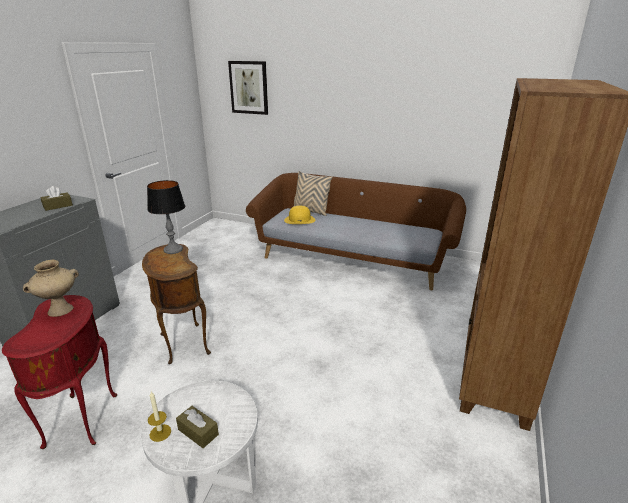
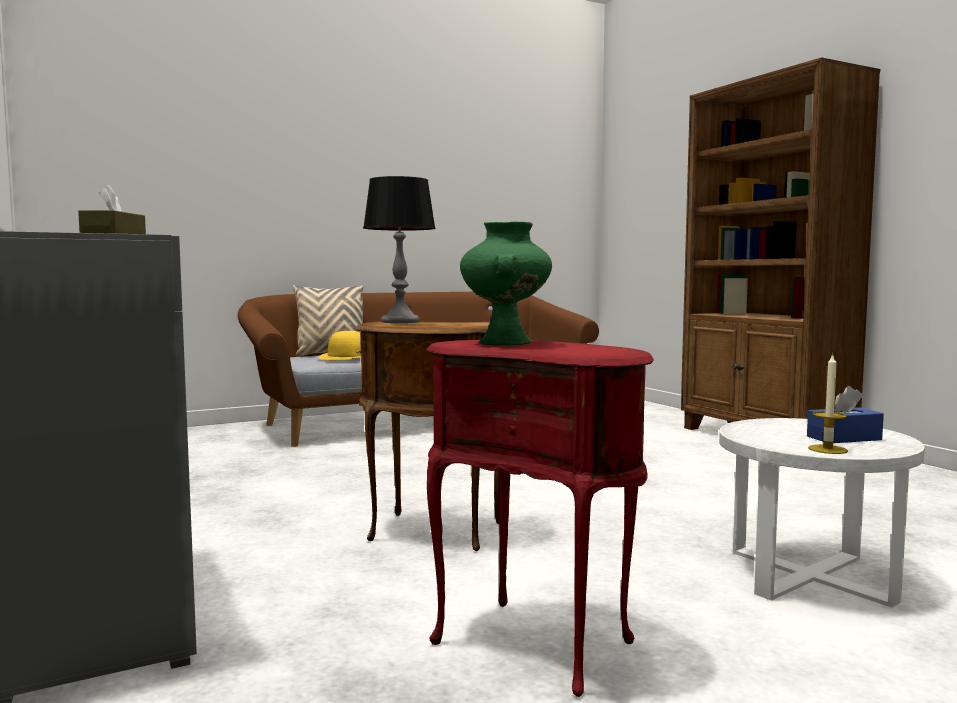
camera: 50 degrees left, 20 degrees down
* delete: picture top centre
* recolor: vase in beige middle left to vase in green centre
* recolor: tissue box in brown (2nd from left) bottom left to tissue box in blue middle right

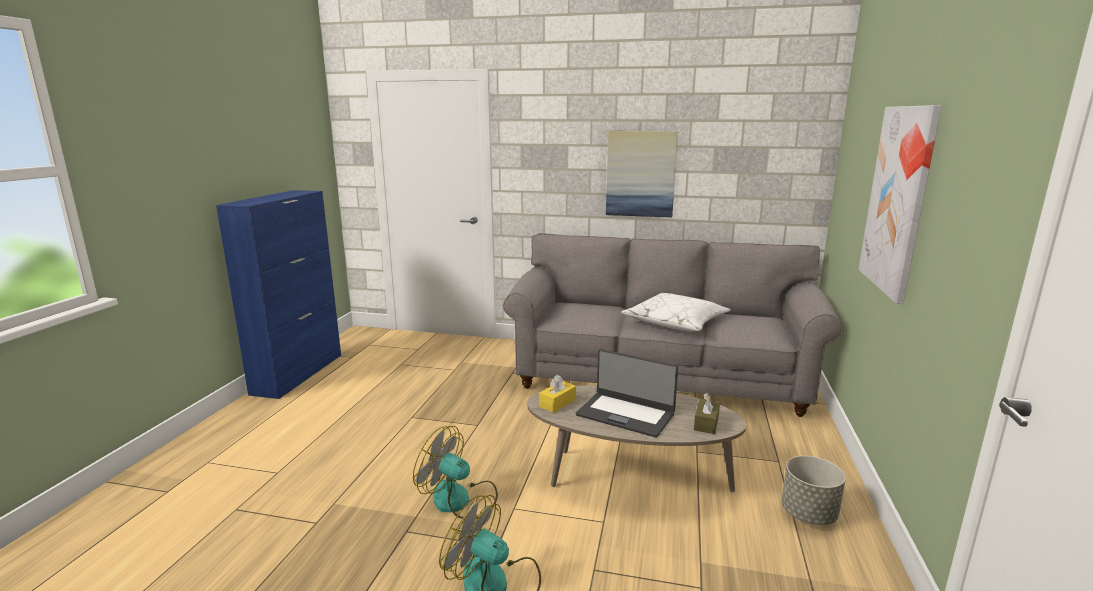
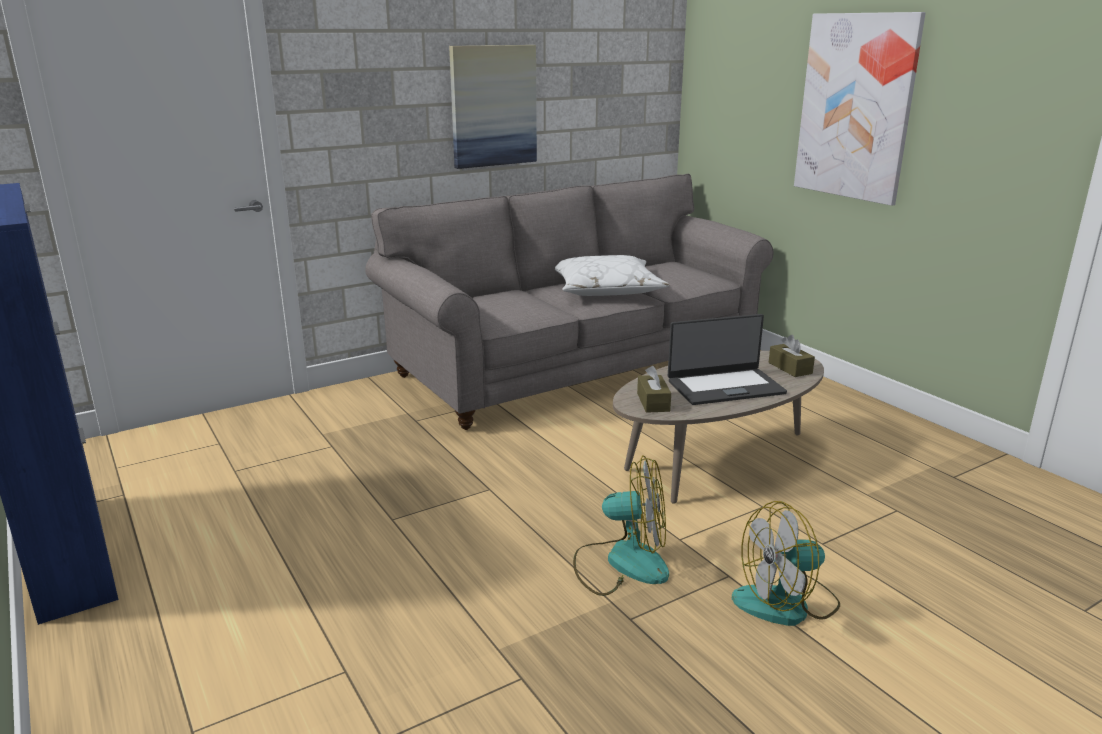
camera: 45 degrees left, 5 degrees up
* delete: planter in grey bottom right
* recolor: tissue box in yellow centre to tissue box in brown (1st from left) centre
* rotate: fan (1st from left) bottom centre = bottom centre 150 degrees counterclockwise

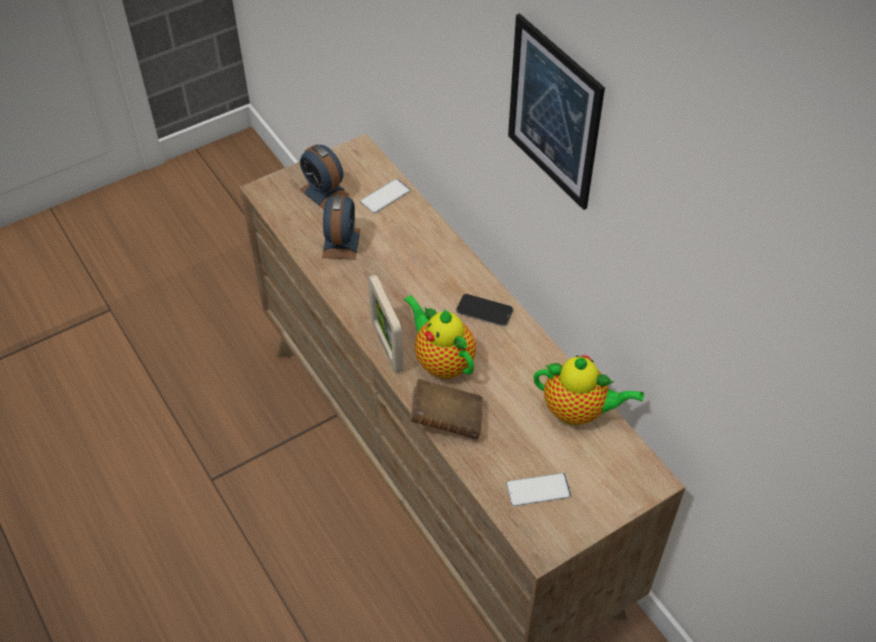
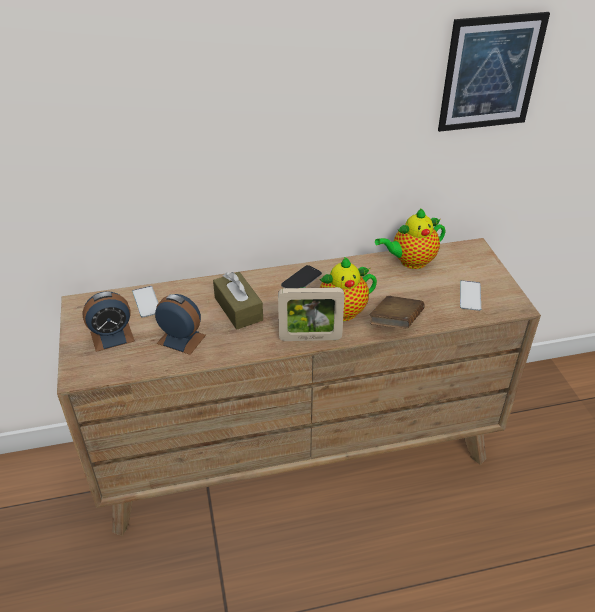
camera: 70 degrees left, 10 degrees down
* insert: tissue box in brown centre
* move: picture top centre to top right
* rotate: teapot (2nd from left) middle right = middle right 150 degrees counterclockwise

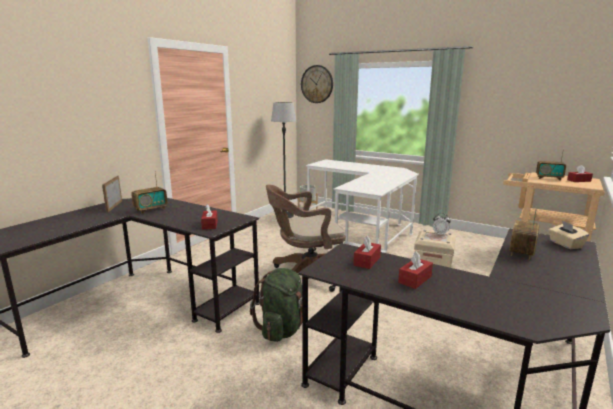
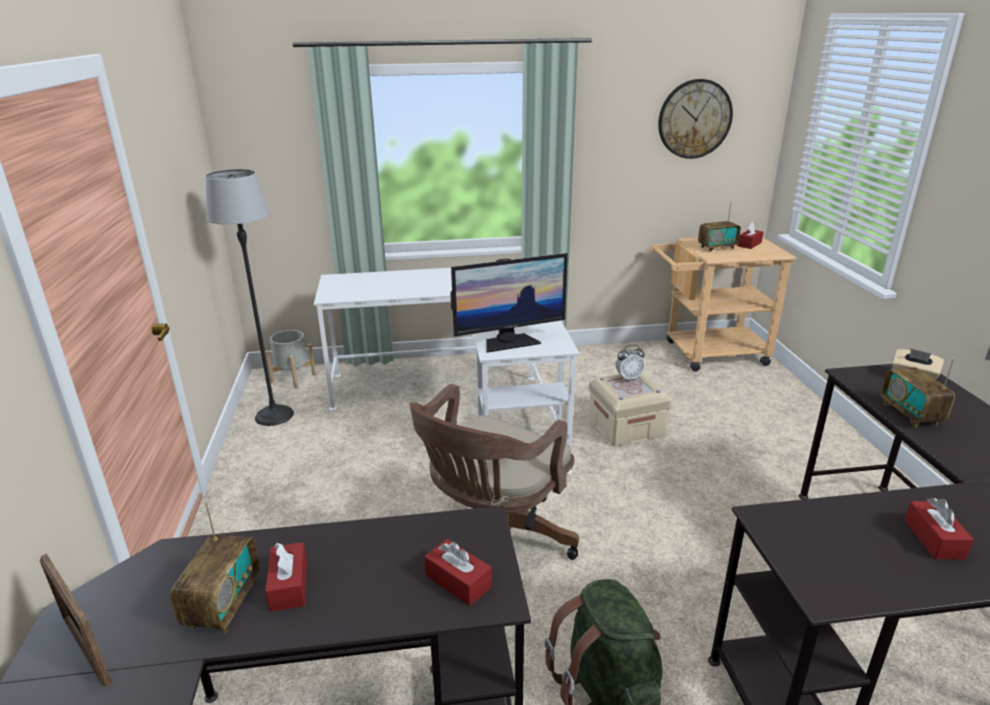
camera: 40 degrees left, 10 degrees up
* insert: monitor centre
* move: wall clock top centre to top right
* move: tissue box in red (2nd from left in the first image) centre to tissue box in red (1st from left) bottom left

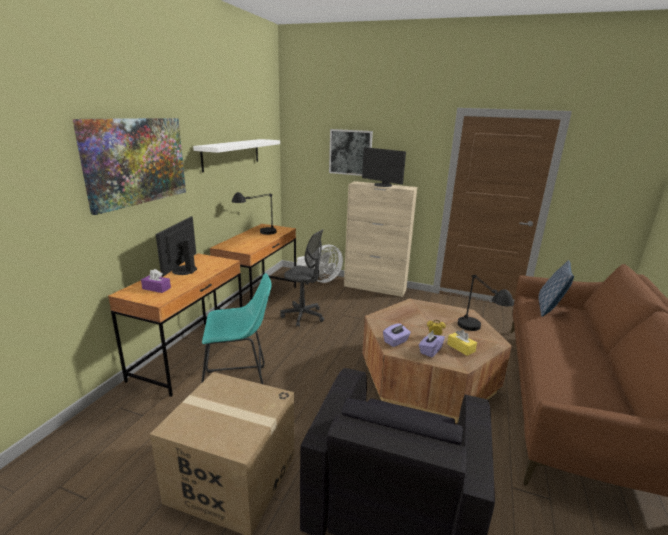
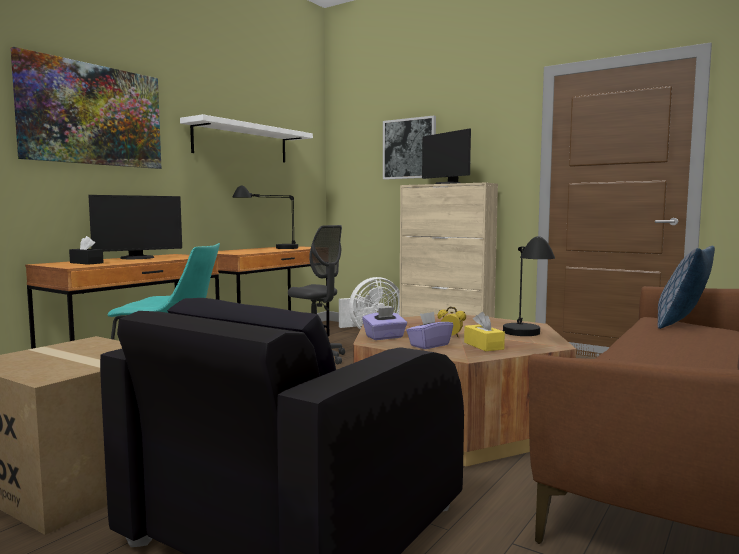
camera: 15 degrees right, 15 degrees down
* recolor: tissue box in purple (1st from left) middle left to tissue box in black middle left
* rotate: monitor (1st from left) middle left = middle left 150 degrees counterclockwise

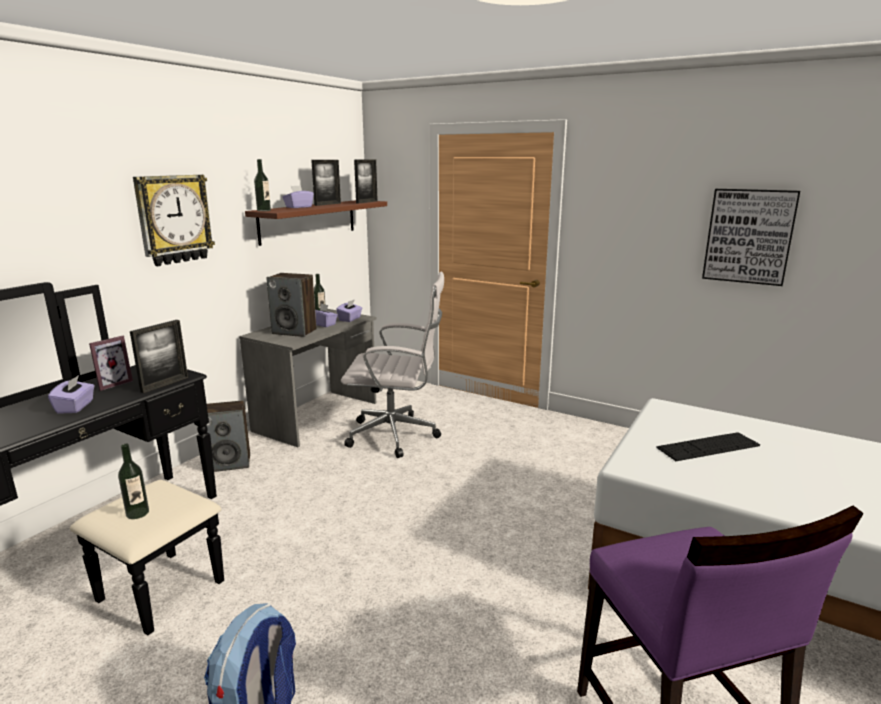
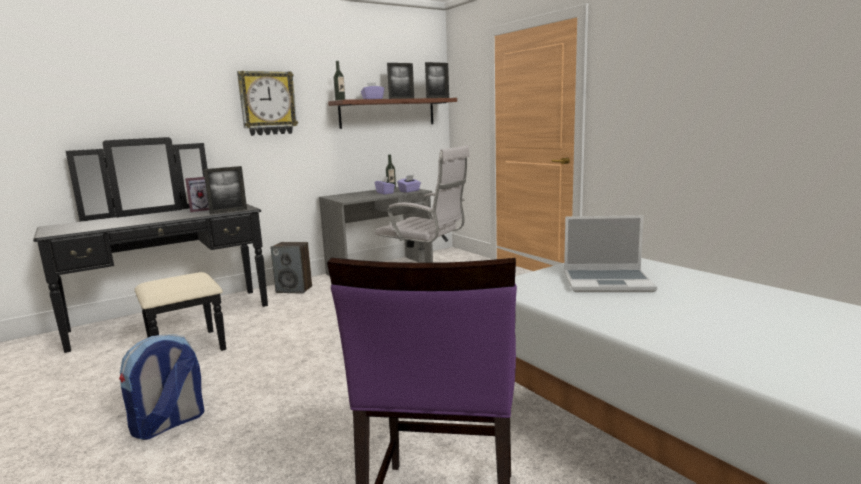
camera: 25 degrees right, 5 degrees down
* delete: tissue box in purple (1st from left) middle left
* delete: bottle (1st from left) bottom left
* delete: speaker (2nd from left) middle left
* delete: picture middle right
* replace: keyboard middle right to laptop middle right

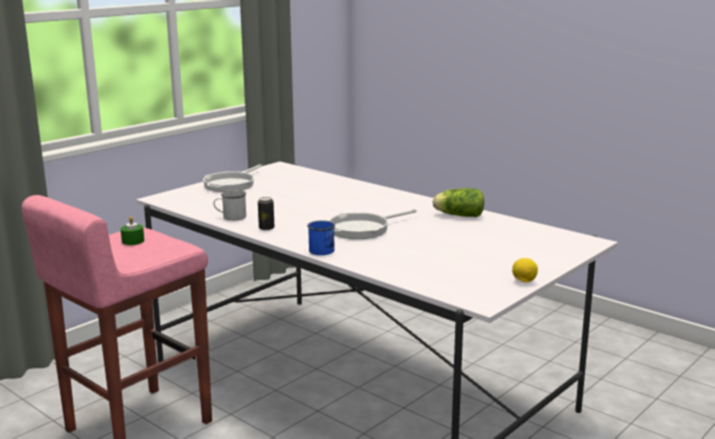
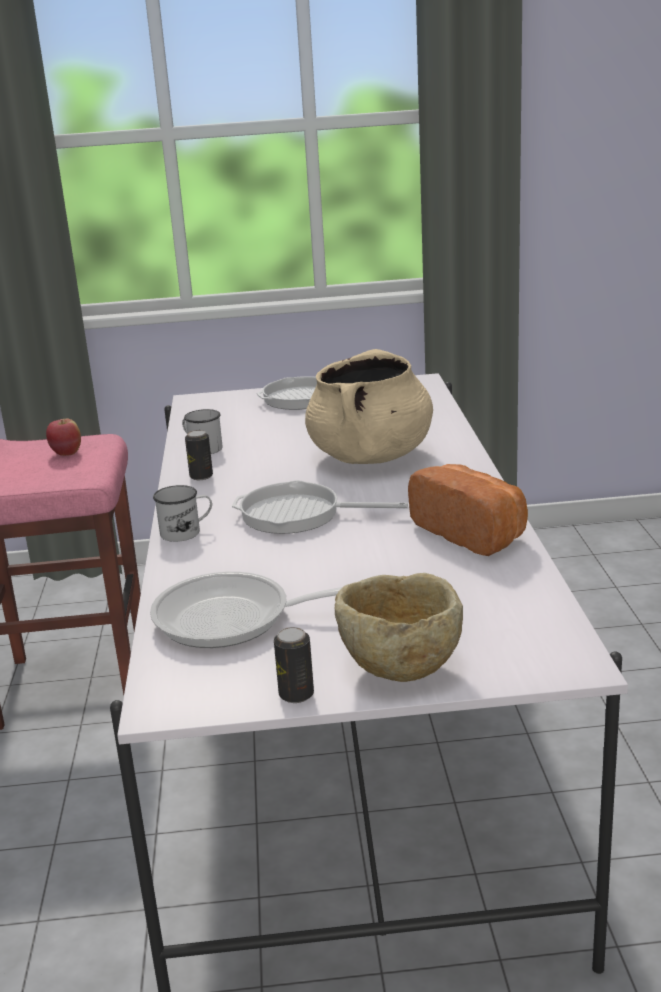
camera: 45 degrees right, 5 degrees up
* insert: frying pan (1st from left) centre
* insert: cooking pot in beige centre
* insert: bowl in beige centre
* replace: candle in green middle left to apple middle left
* replace: lettuce centre to bread middle right
* replace: lemon middle right to can (2nd from left) bottom centre
* recolor: mug in blue centre to mug in white (1st from left) middle left

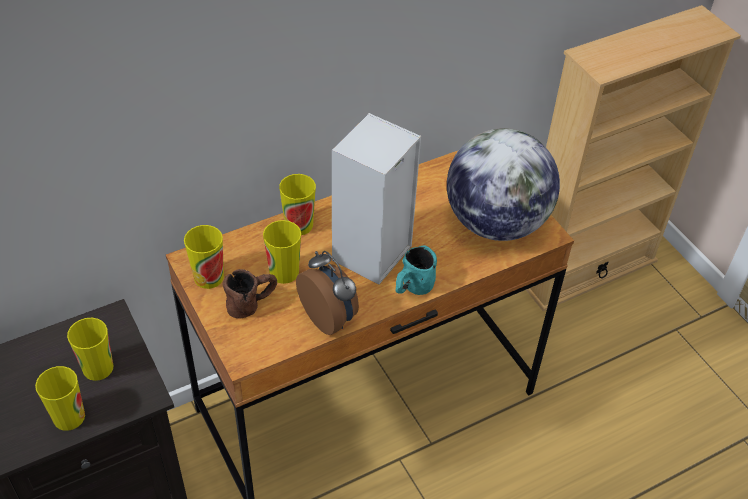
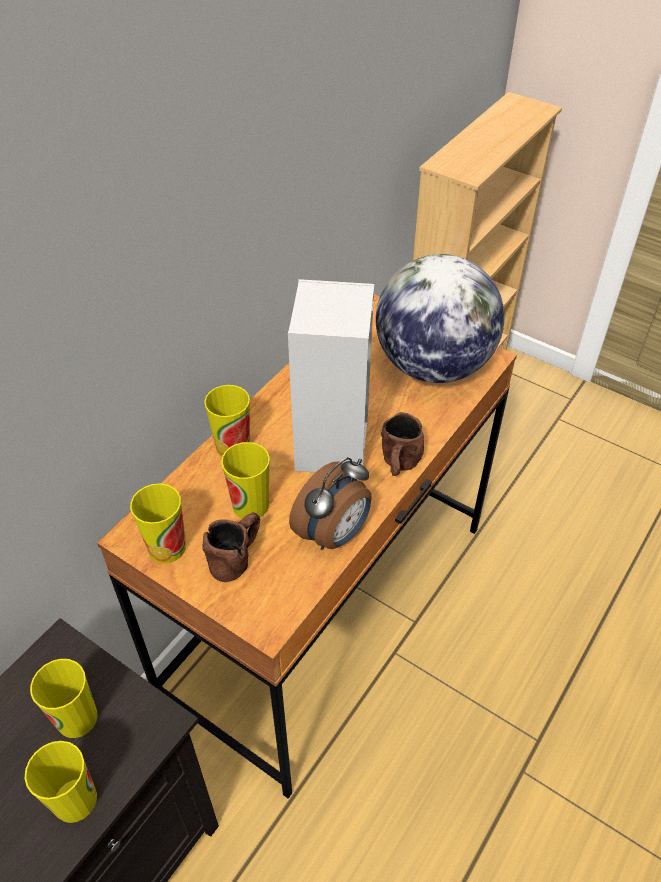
camera: 25 degrees left, 0 degrees up
* recolor: mug in turquoise centre to mug in brown (2nd from left) centre
* rotate: alarm clock centre = centre 105 degrees clockwise

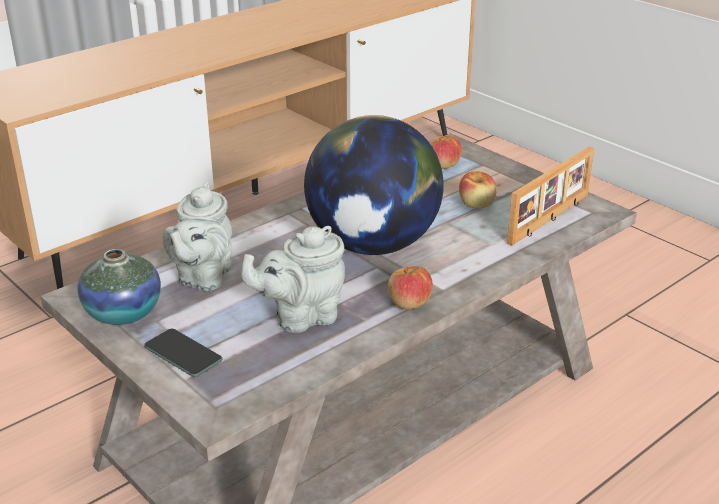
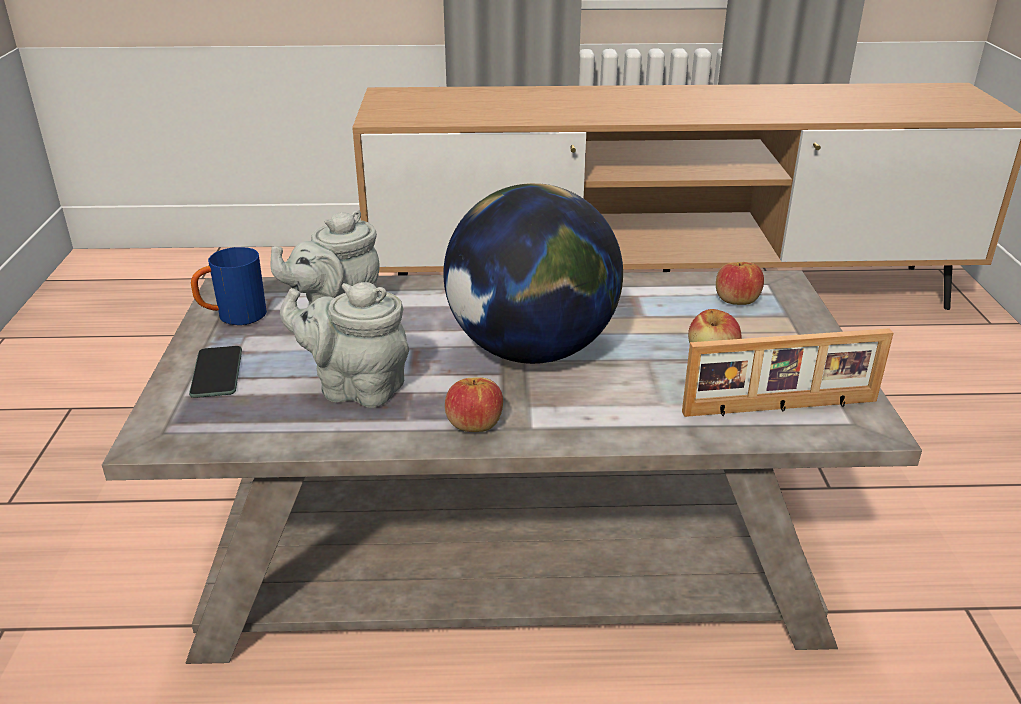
camera: 40 degrees right, 0 degrees up
* replace: vase middle left to mug in blue middle left

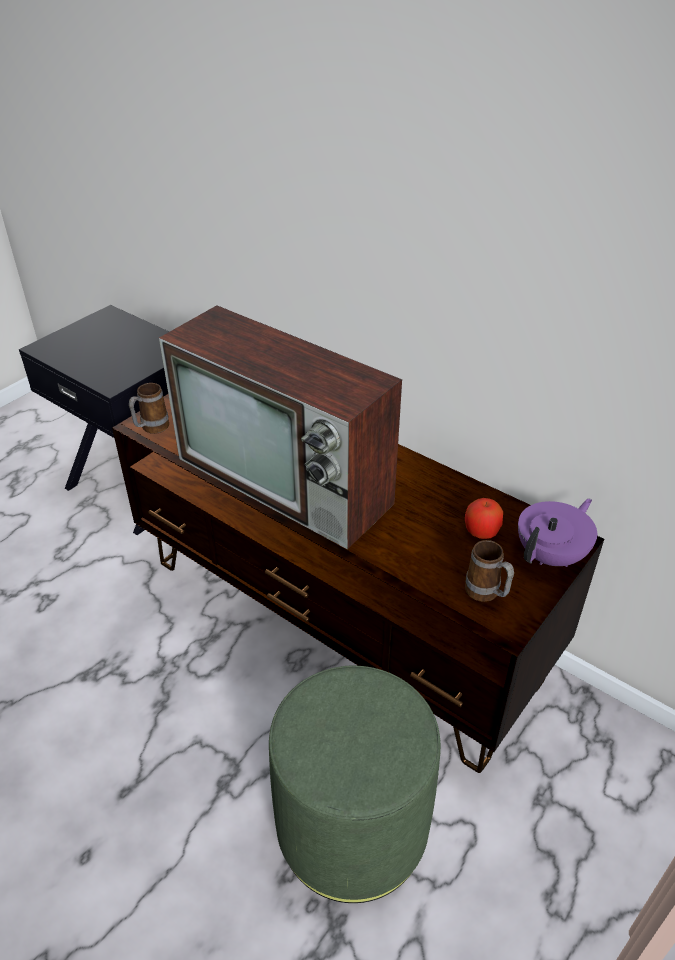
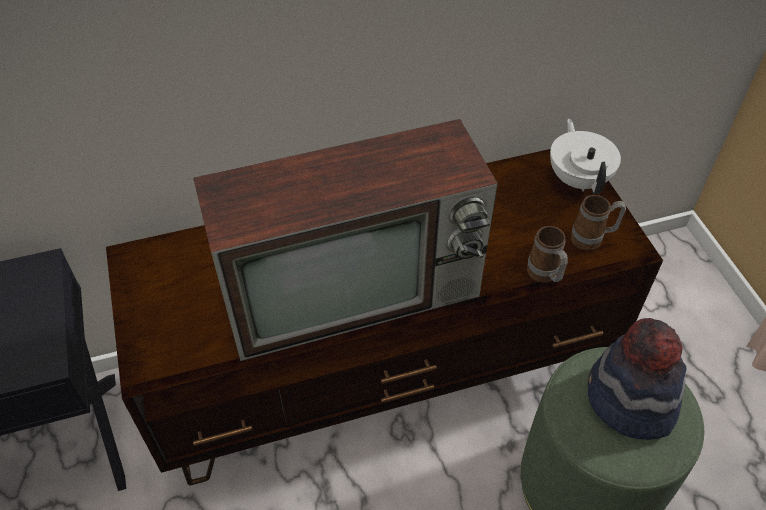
camera: 55 degrees left, 10 degrees up
* delete: apple middle right
* insert: hat bottom right
* move: mug (1st from left) middle left to middle right
* recolor: teapot in purple middle right to teapot in white top right

